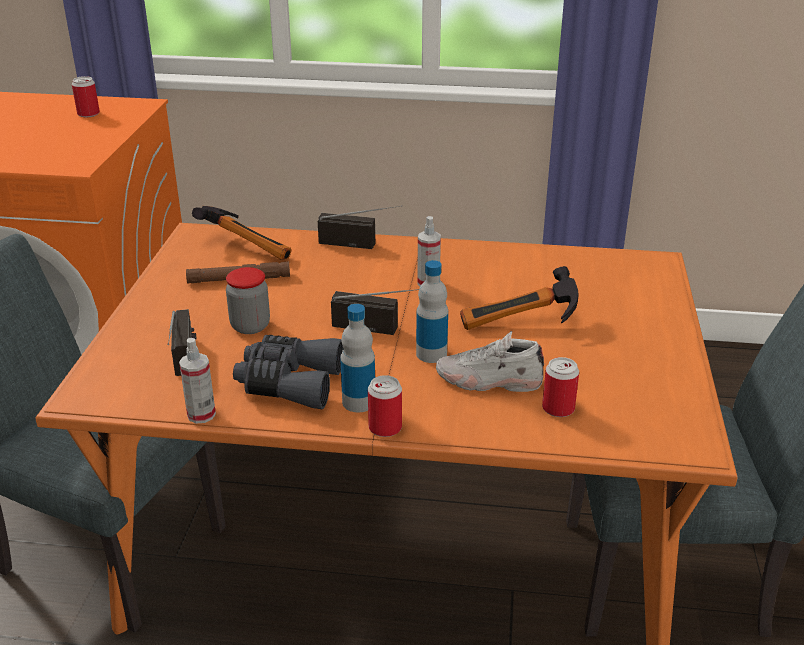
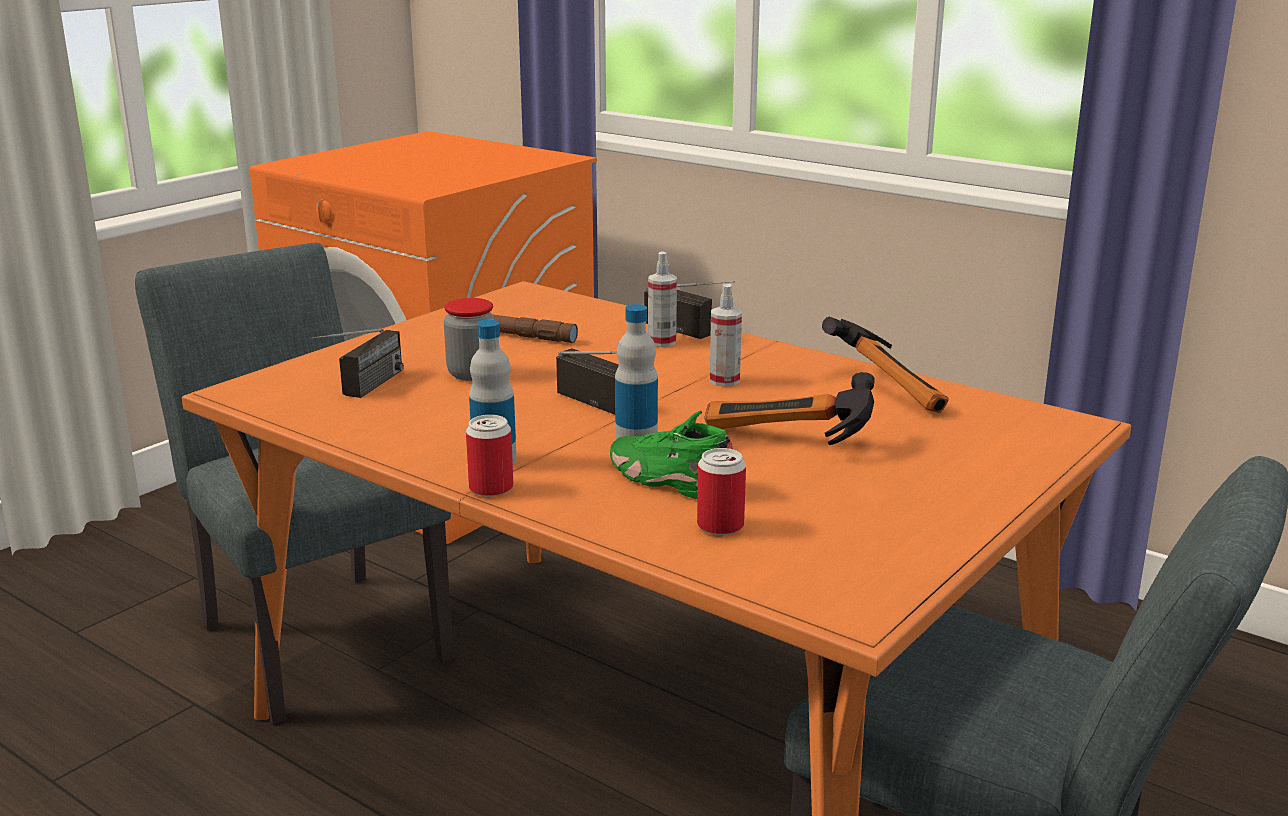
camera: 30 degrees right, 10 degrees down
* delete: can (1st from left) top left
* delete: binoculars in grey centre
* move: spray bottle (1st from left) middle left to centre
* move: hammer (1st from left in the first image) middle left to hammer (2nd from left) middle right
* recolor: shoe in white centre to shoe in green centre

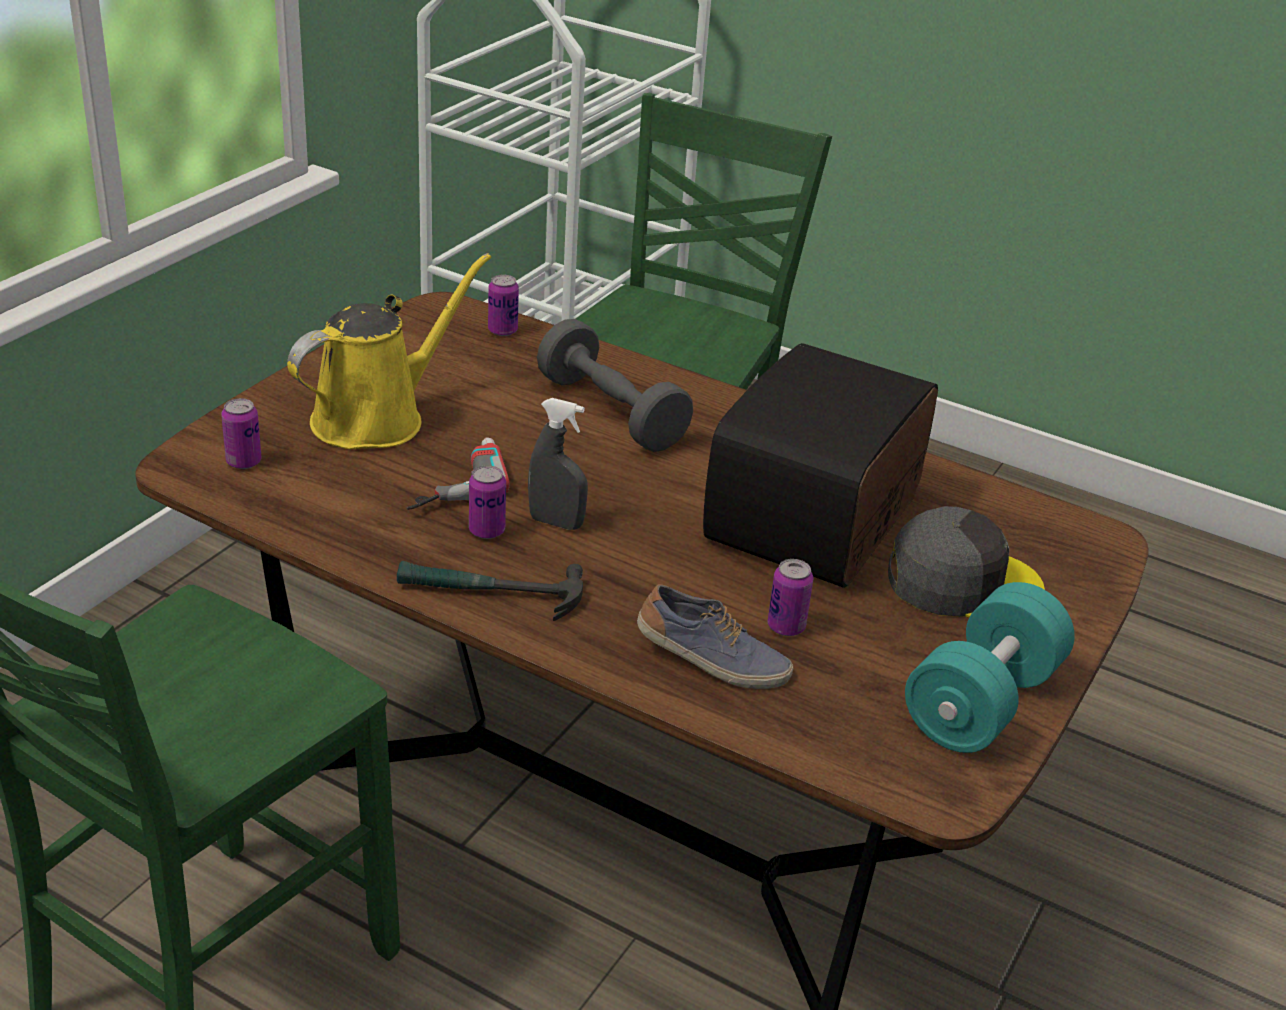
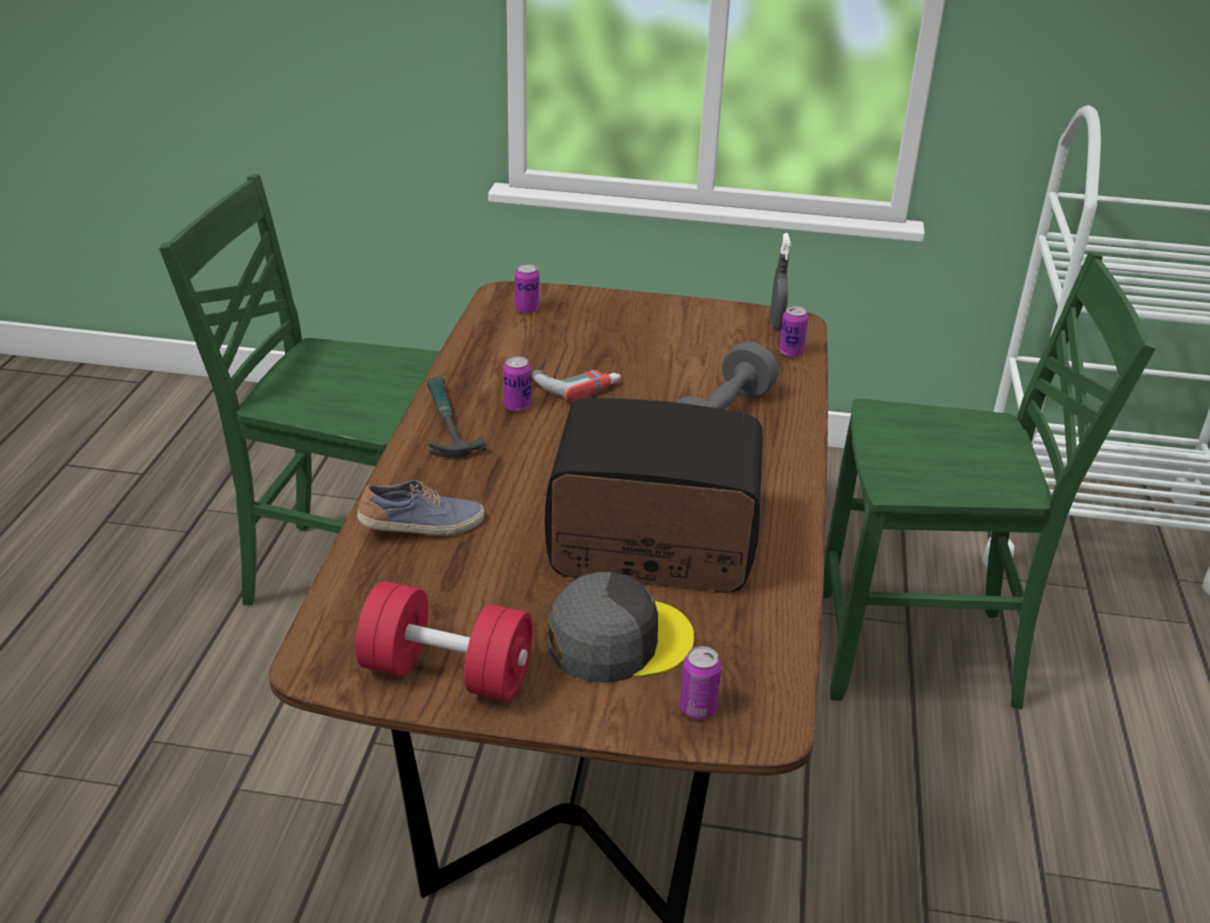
camera: 70 degrees right, 0 degrees up
* delete: watering can in yellow middle left
* move: spray bottle in grey centre to top centre
* move: can (4th from left in the first image) centre to can (3rd from left) bottom centre
* recolor: dumbbell in turquoise middle right to dumbbell in red bottom centre
* rotate: shoe centre = centre 105 degrees counterclockwise
* rotate: cap in grey middle right = bottom centre 90 degrees counterclockwise

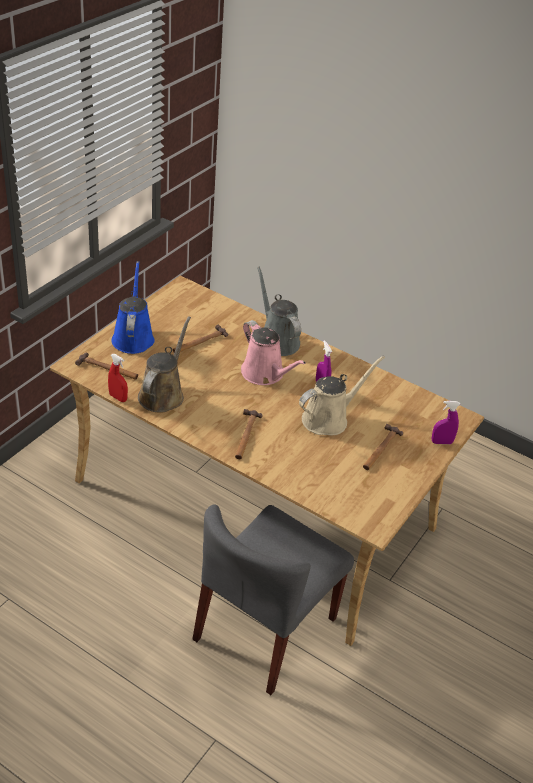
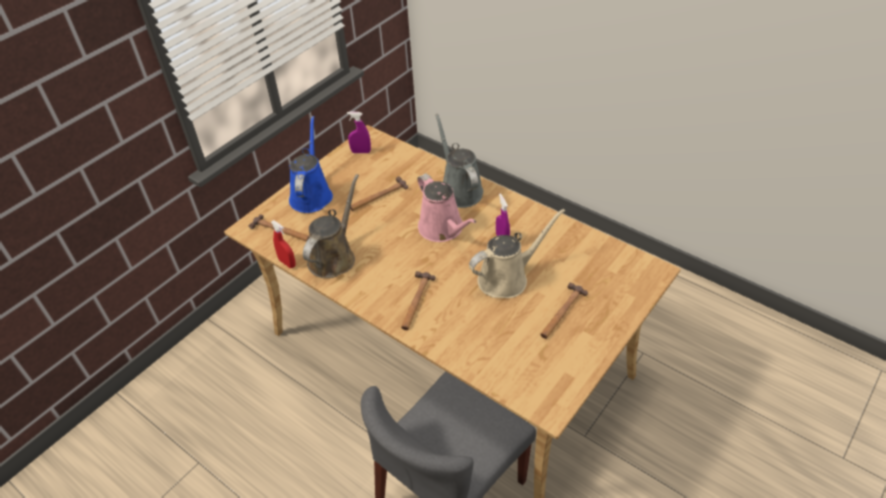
camera: 10 degrees right, 5 degrees up
* move: spray bottle in purple (2nd from left in the first image) middle right to spray bottle in purple (1st from left) top centre

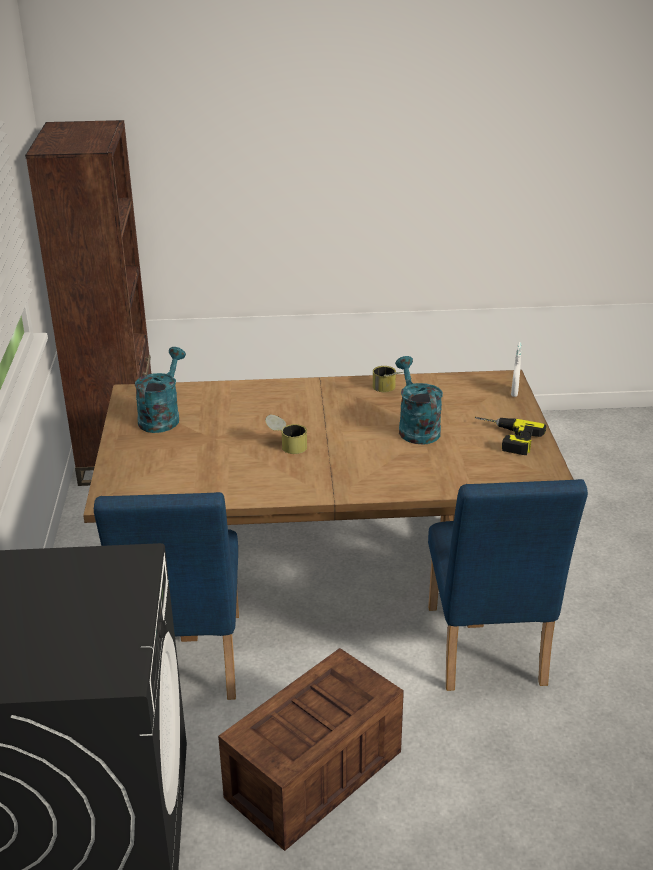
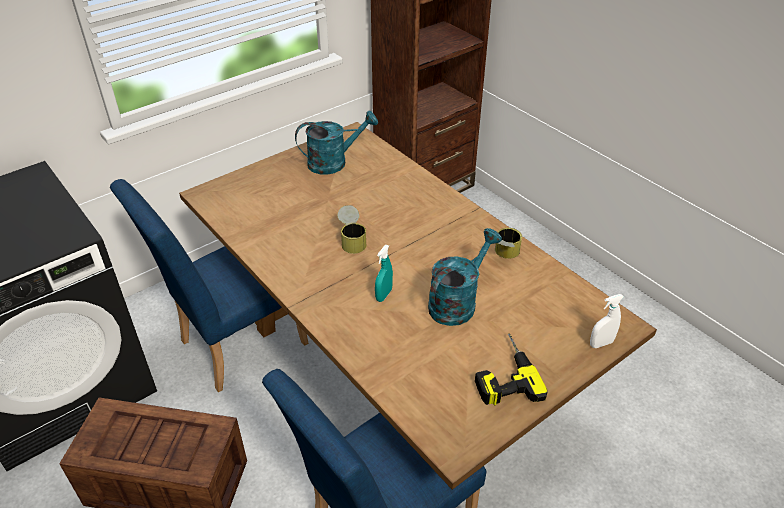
camera: 55 degrees right, 10 degrees up
* insert: spray bottle in turquoise centre

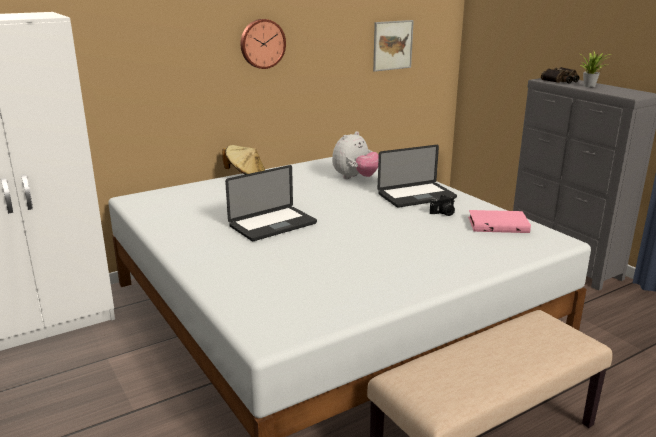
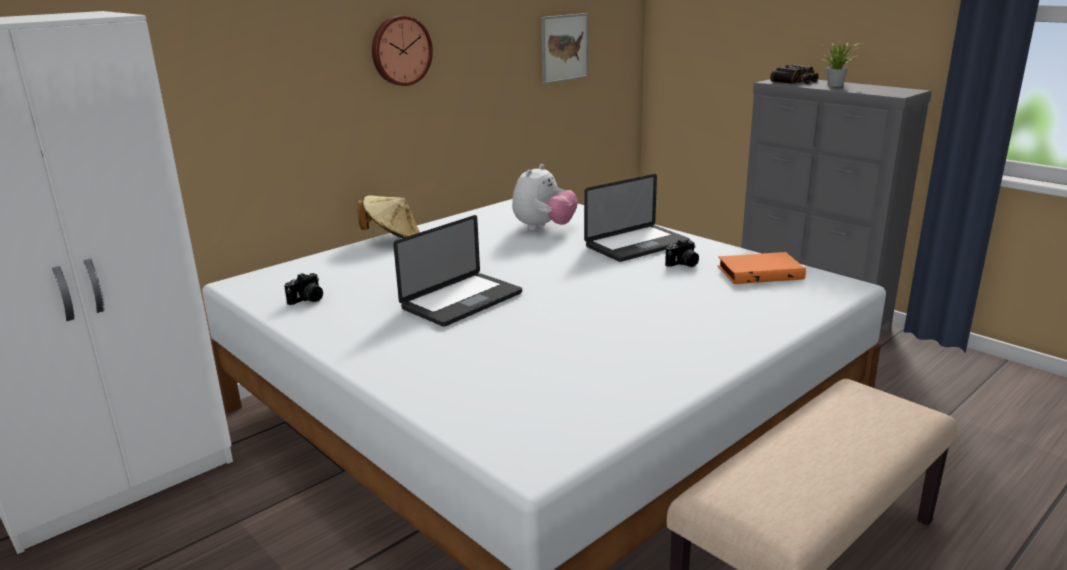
camera: 10 degrees left, 0 degrees up
* insert: photo camera (1st from left) middle left
* recolor: book in pink middle right to book in orange middle right

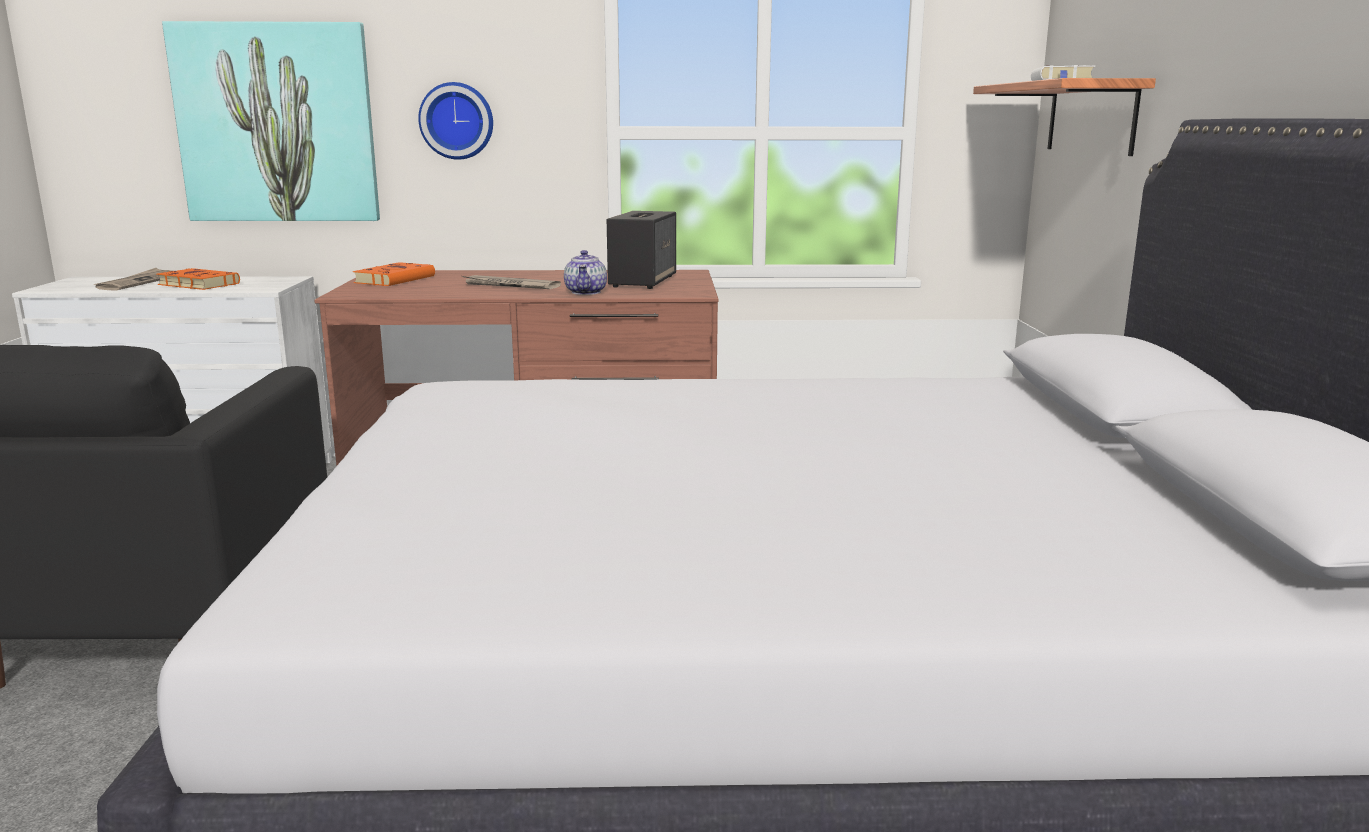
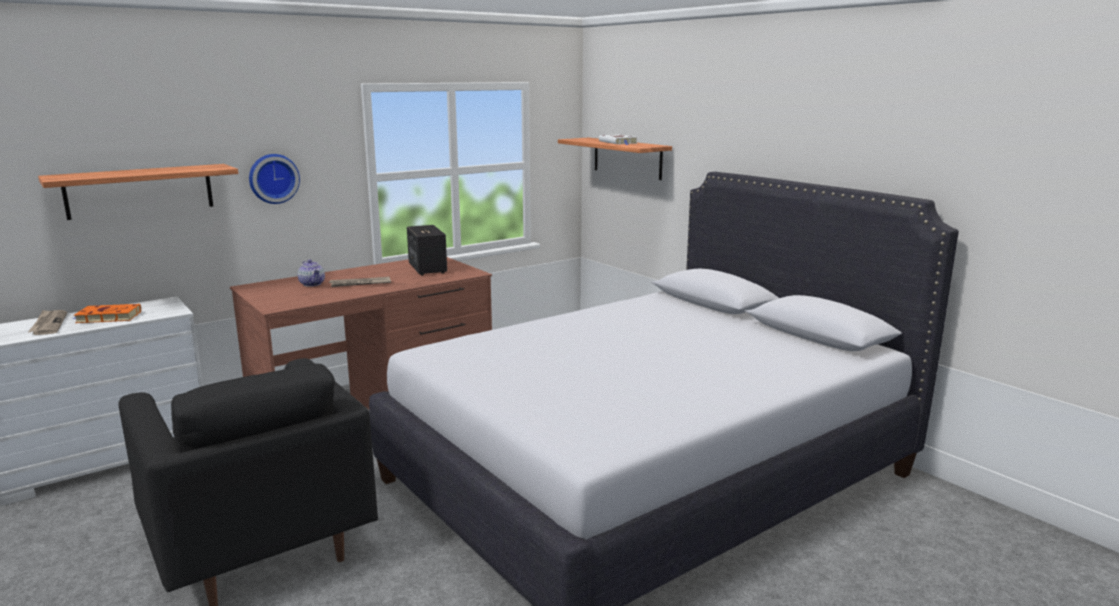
camera: 35 degrees left, 0 degrees up
* delete: book in orange (2nd from left) top left
* move: teapot top centre to middle left
* replace: picture top left to shelf (1st from left) top left

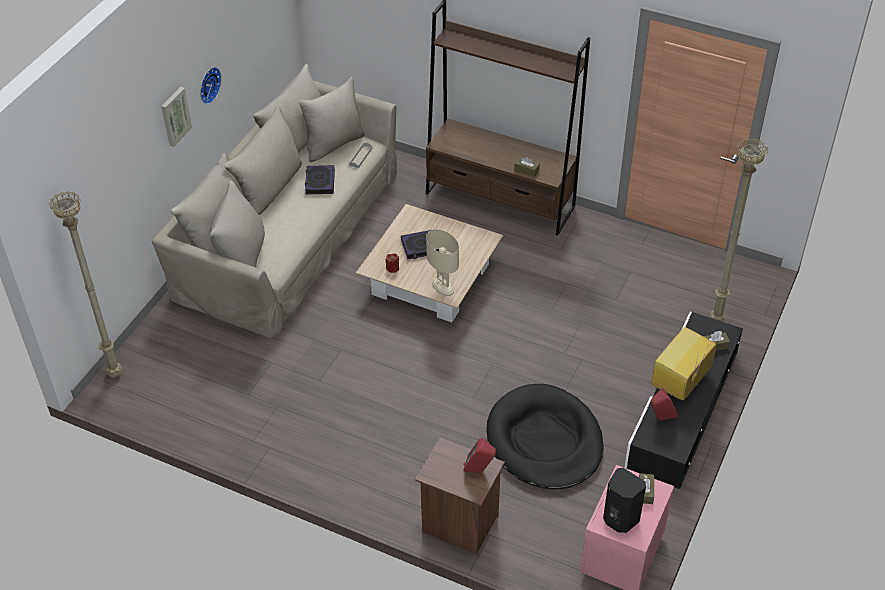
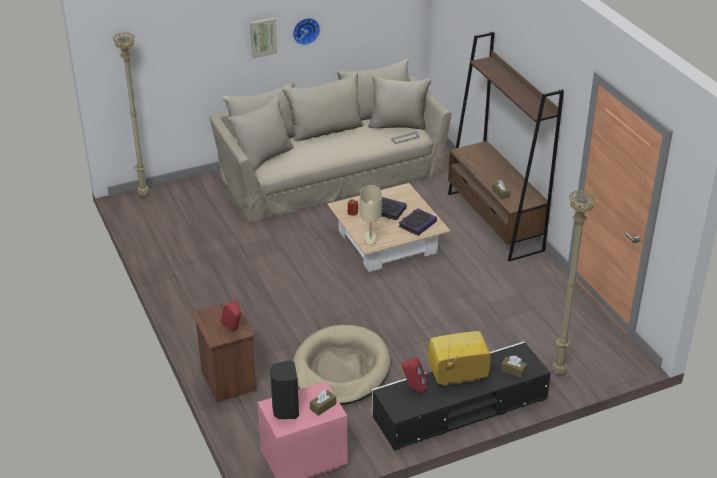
camera: 40 degrees right, 10 degrees down
* move: book (1st from left in the first image) top centre to book (2nd from left) centre
* recolor: dog bed in black bottom centre to dog bed in beige bottom centre

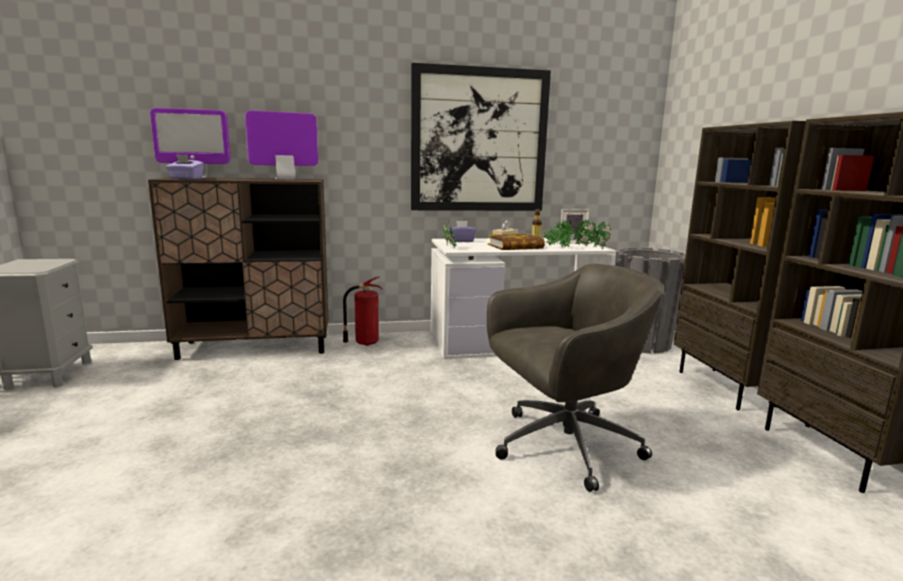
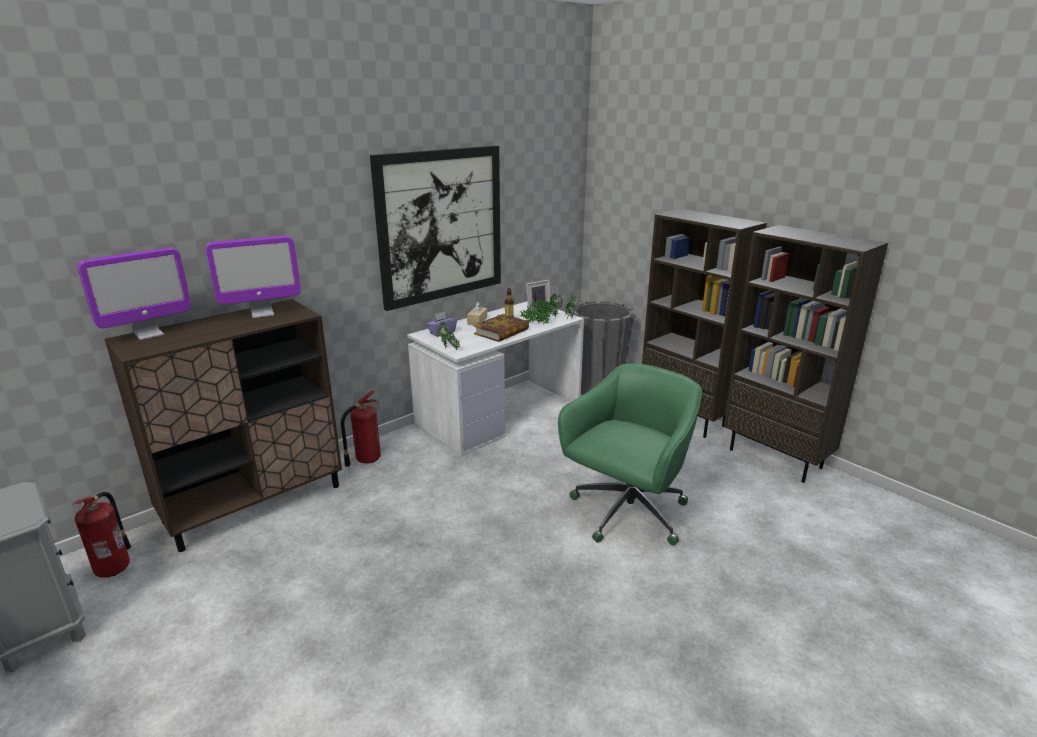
camera: 30 degrees left, 10 degrees up
* delete: tissue box in purple (1st from left) top left
* insert: fire extinguisher (1st from left) bottom left
* recolor: office chair in grey centre to office chair in green centre
* rotate: monitor (2nd from left) top left = middle left 150 degrees counterclockwise

